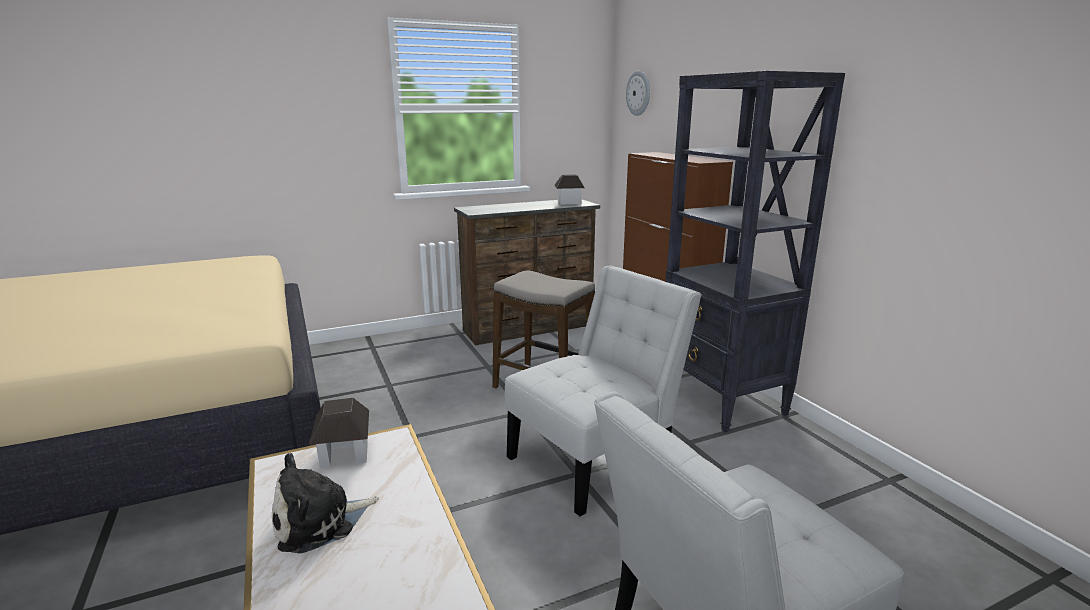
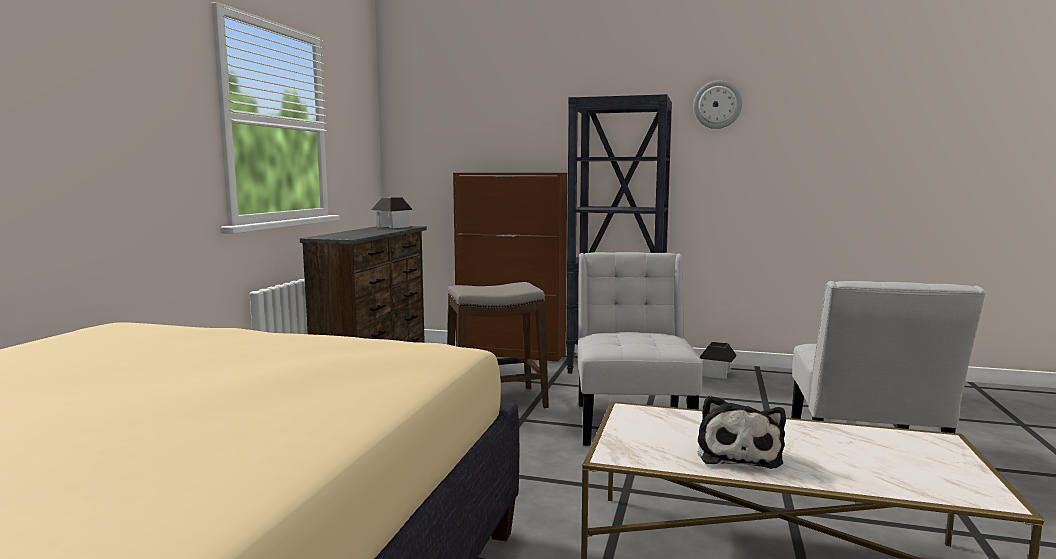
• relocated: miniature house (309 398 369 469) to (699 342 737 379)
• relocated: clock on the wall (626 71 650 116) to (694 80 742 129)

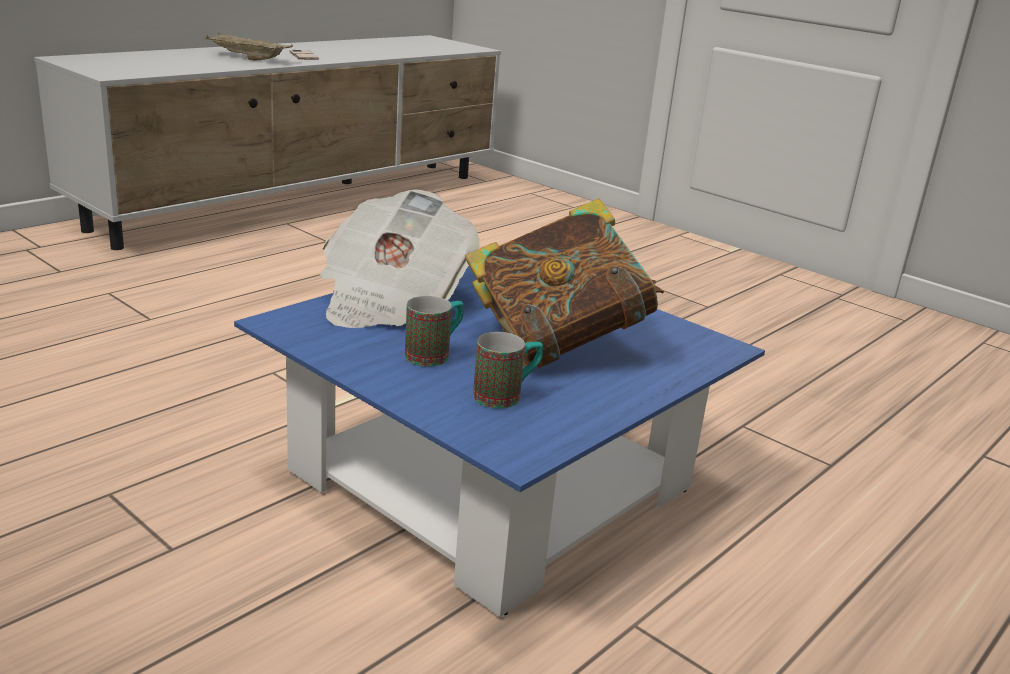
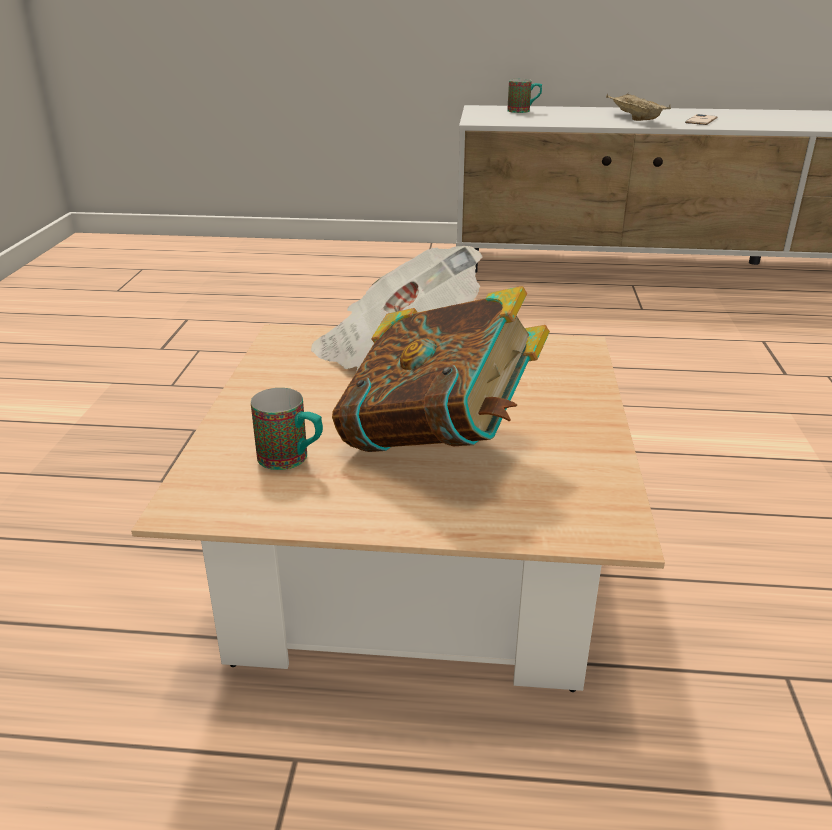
• relocated: coffee mug (405 296 464 367) to (507 79 542 113)
• colour: bluish low table (234 266 765 617) to beige low table (131 324 665 692)

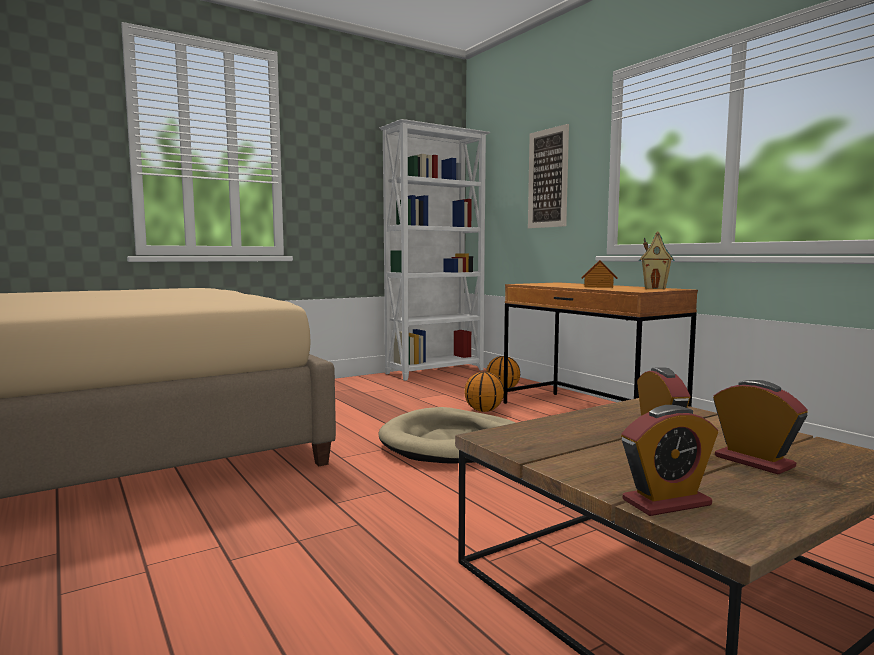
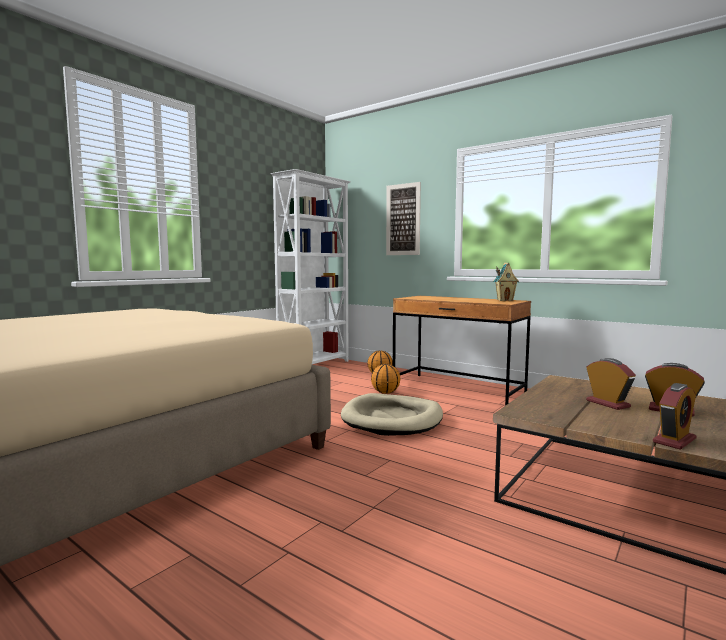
• missing: miniature house (581 260 618 288)

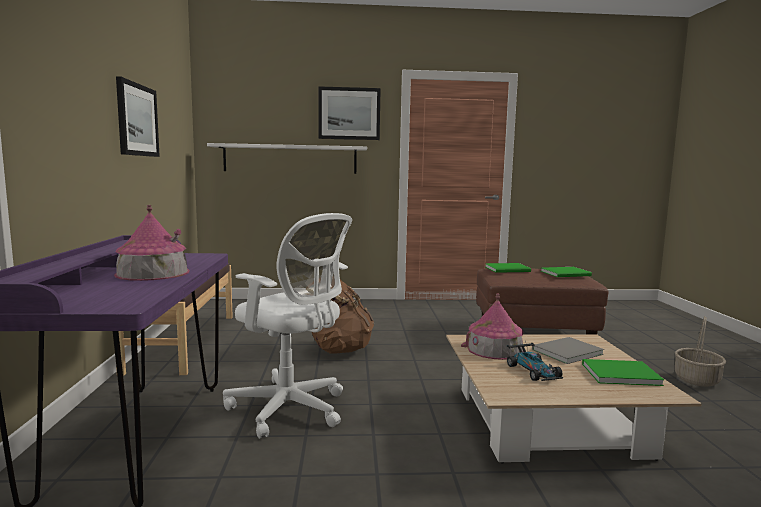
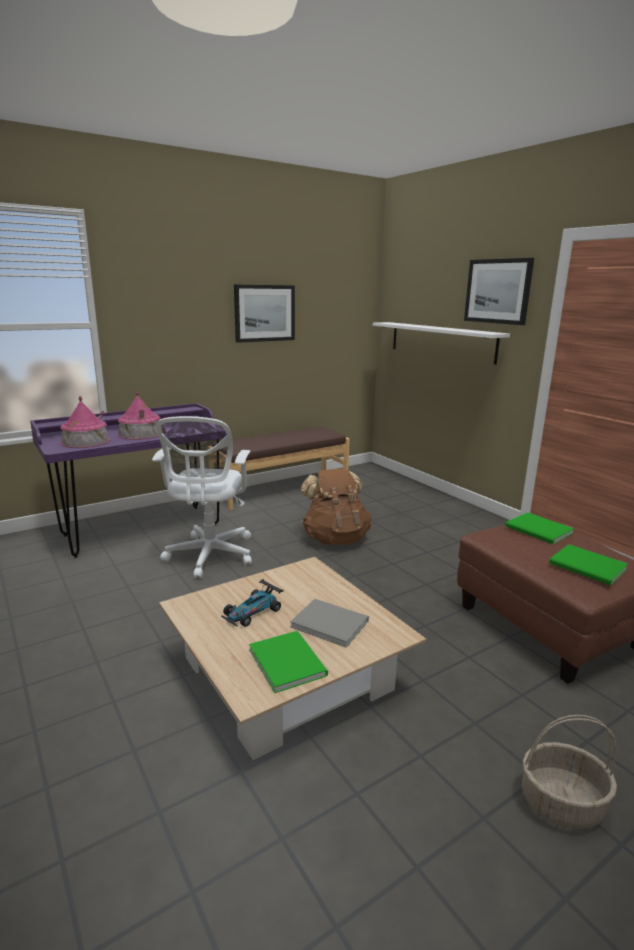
• relocated: miniature house (461 294 523 360) to (60 396 110 448)

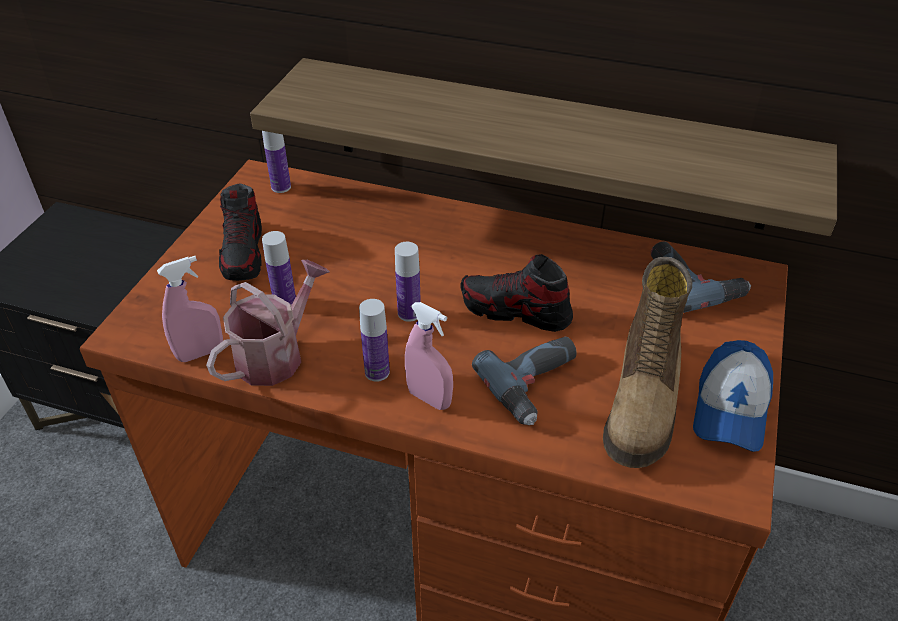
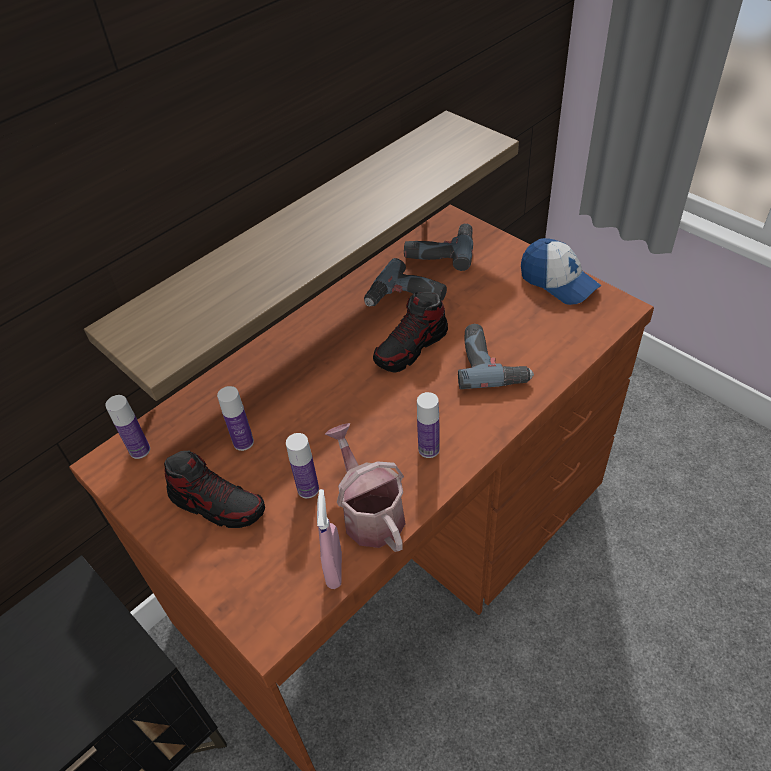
• missing: pinkish spray bottle (405 302 453 410)
• missing: tall boot (603 257 692 468)
• appeared: electric drill (364 258 447 306)
• relocated: beverage bottle (395 242 421 322) to (217 386 254 451)

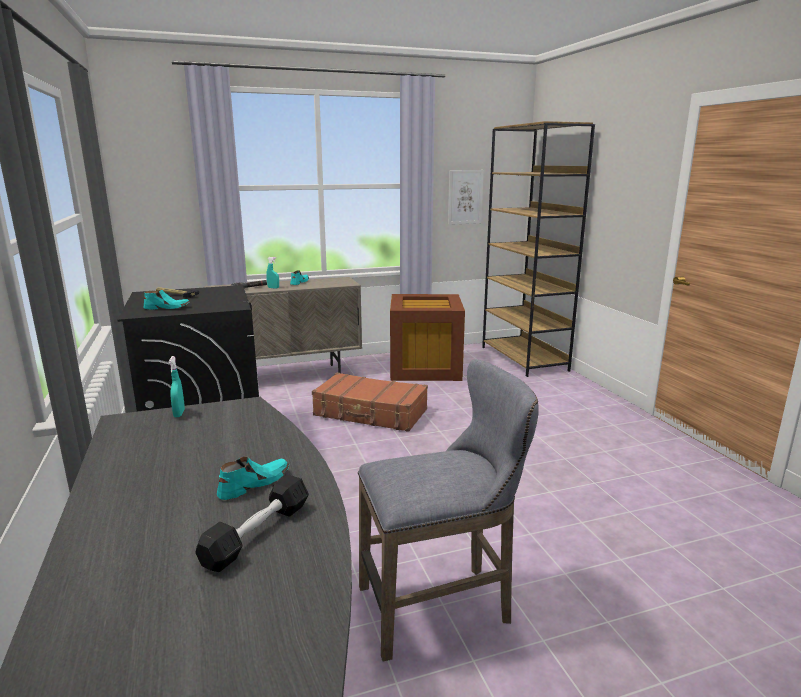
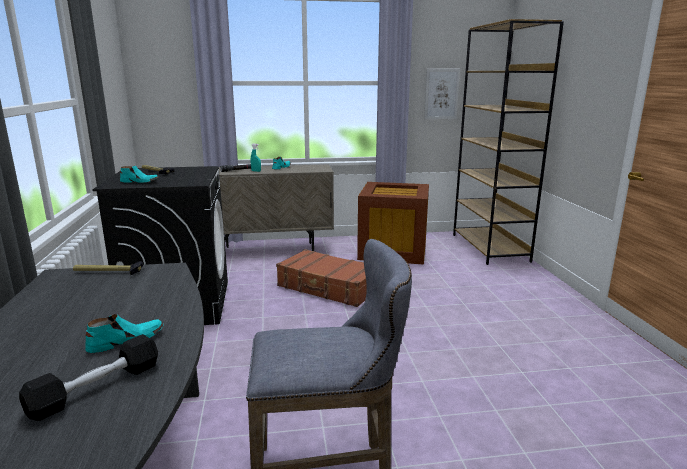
• exchanged: turquoise-coloured spray bottle (169 356 185 417) to hammer (73 261 143 275)

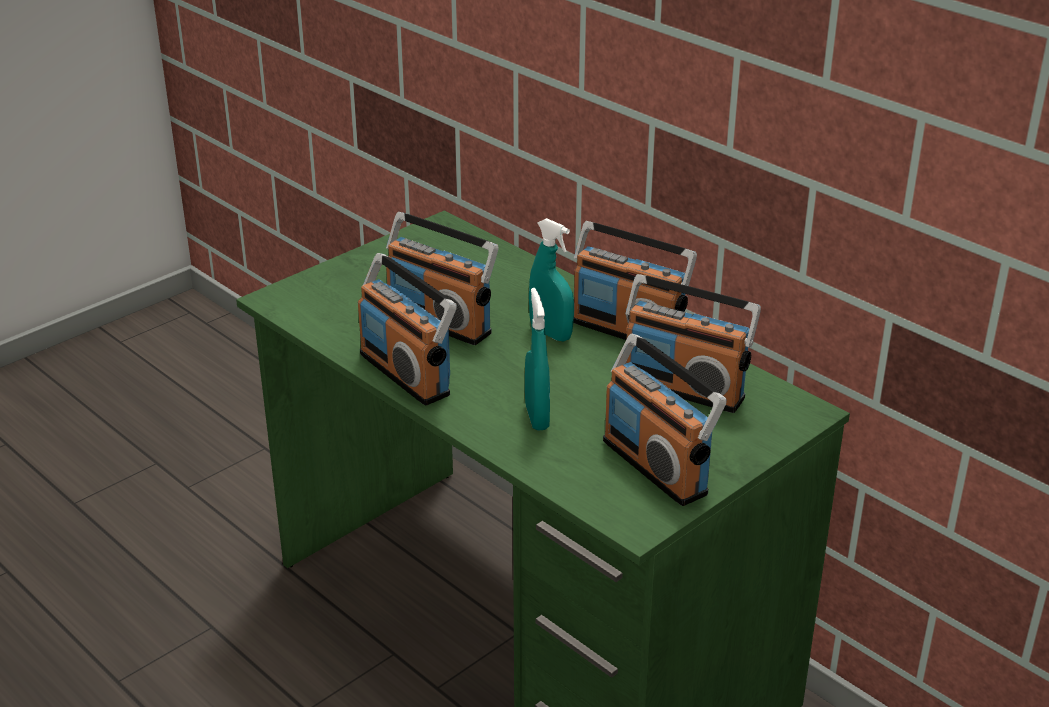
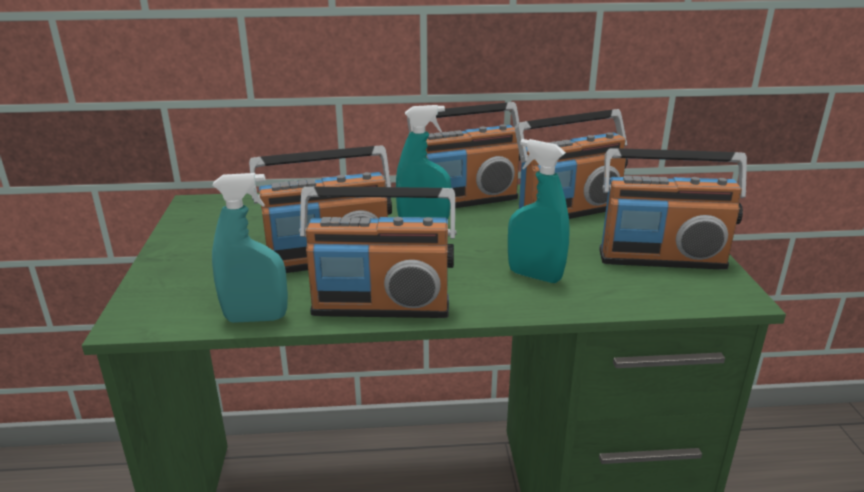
• appeared: turquoise-coloured spray bottle (212 173 288 323)

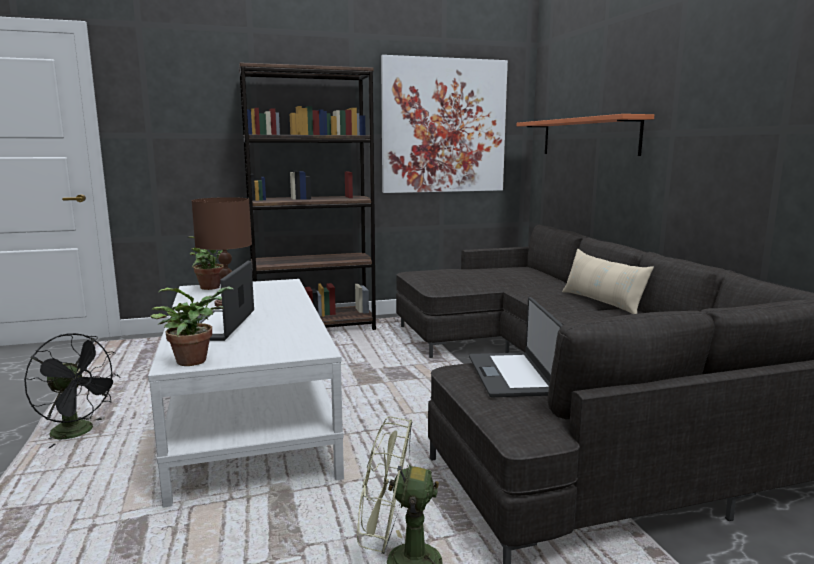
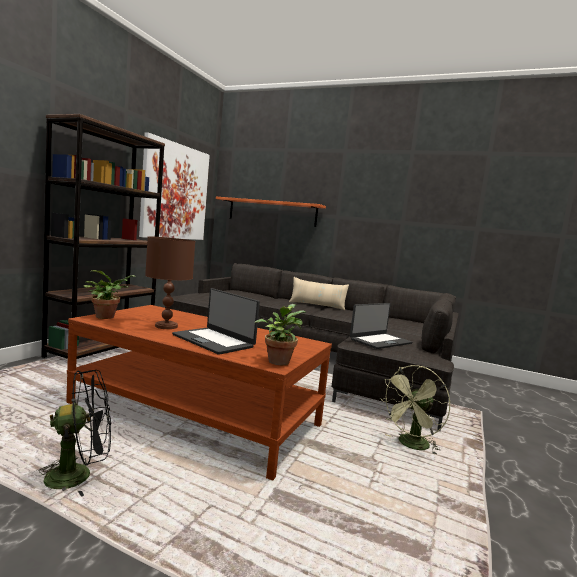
• colour: whitish low table (148 279 344 508) to brown low table (66 305 332 481)
• spun: portable computer (469 297 563 397) = (350 303 412 349) 75 degrees counterclockwise

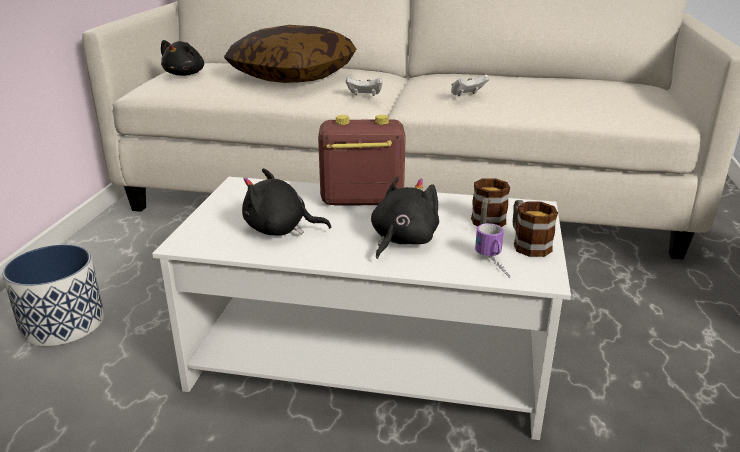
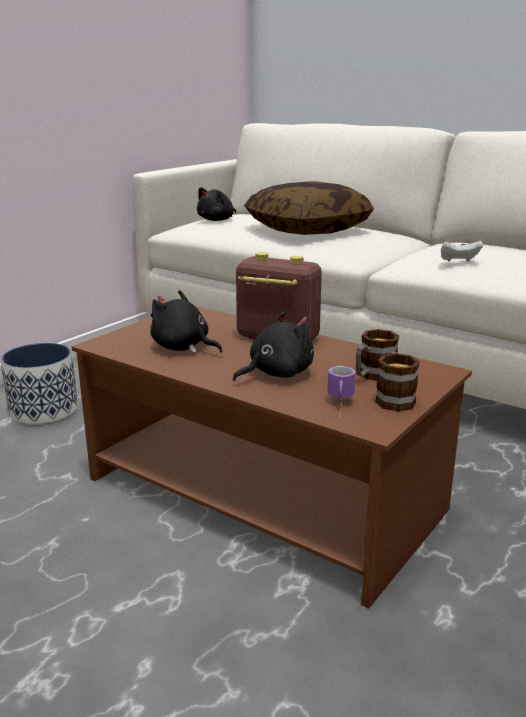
• missing: whitish game controller (346 77 383 96)
• colour: whitish low table (152 177 571 440) to brown low table (72 306 472 608)

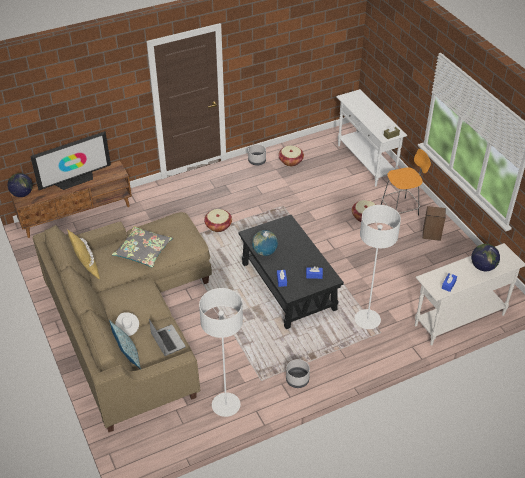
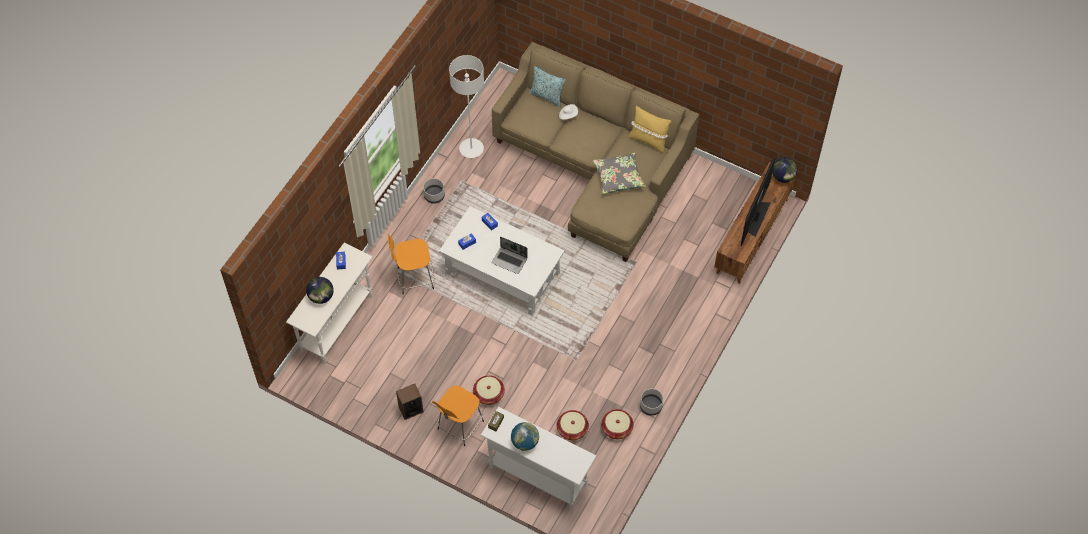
• relocated: portable computer (149 319 186 356) to (492 237 528 274)
• relocated: household basket (204 209 232 232) to (557 410 589 440)
• relocated: world globe (252 230 278 256) to (511 422 539 451)
• exchanged: whitish standing lamp (355 205 401 329) to orangey stool seat (388 234 434 294)
• colour: blackish low table (238 215 344 329) to whitish low table (439 206 565 315)

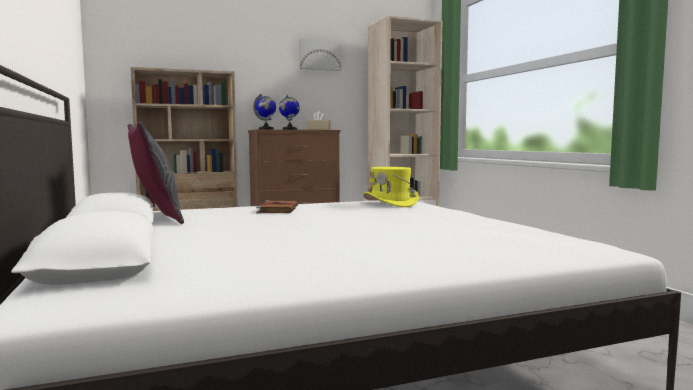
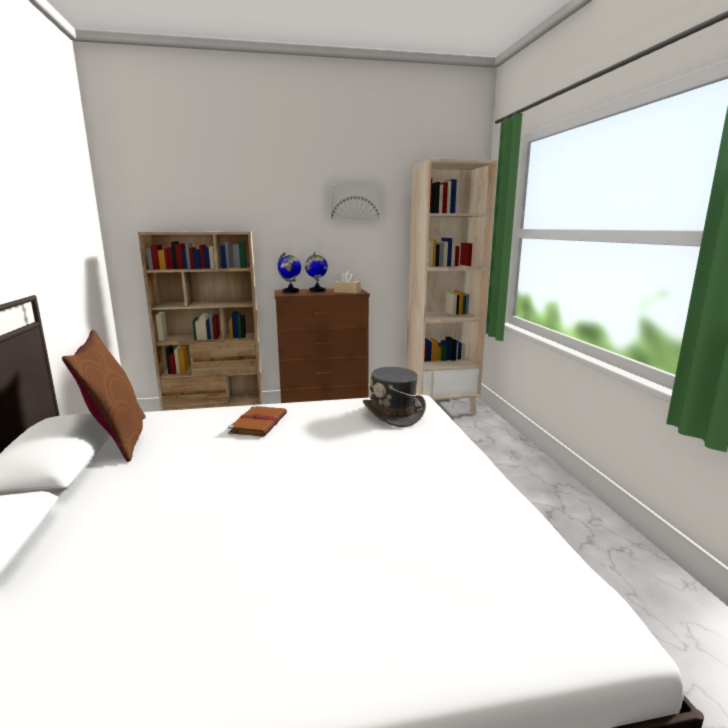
• colour: greyish cushion (128 121 184 224) to brown cushion (62 330 145 462)
• colour: yellow hat (363 167 419 207) to greyish hat (363 367 426 427)

